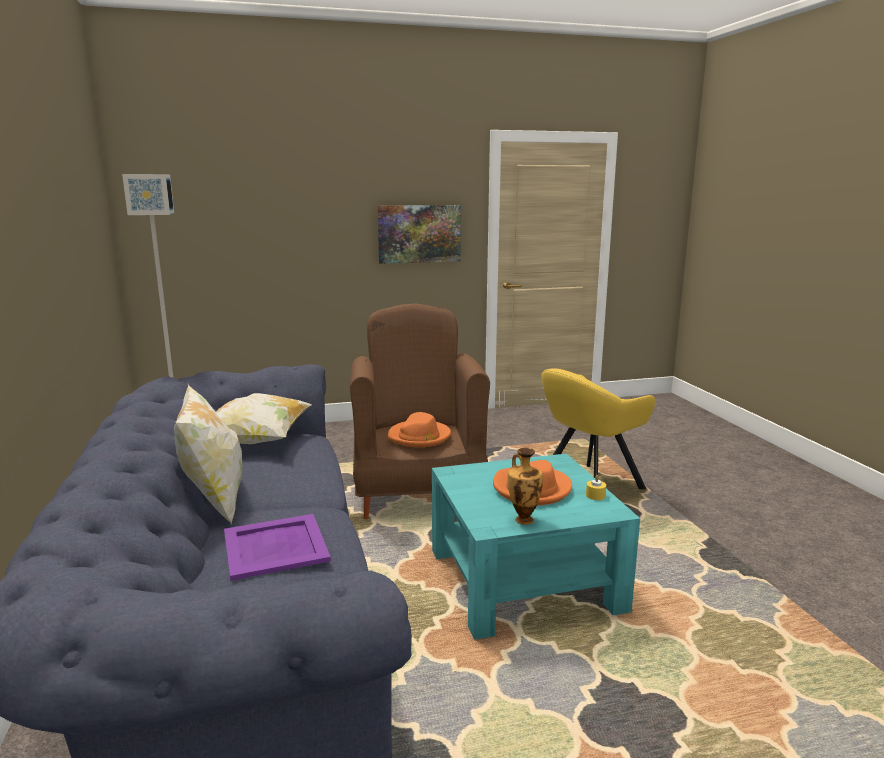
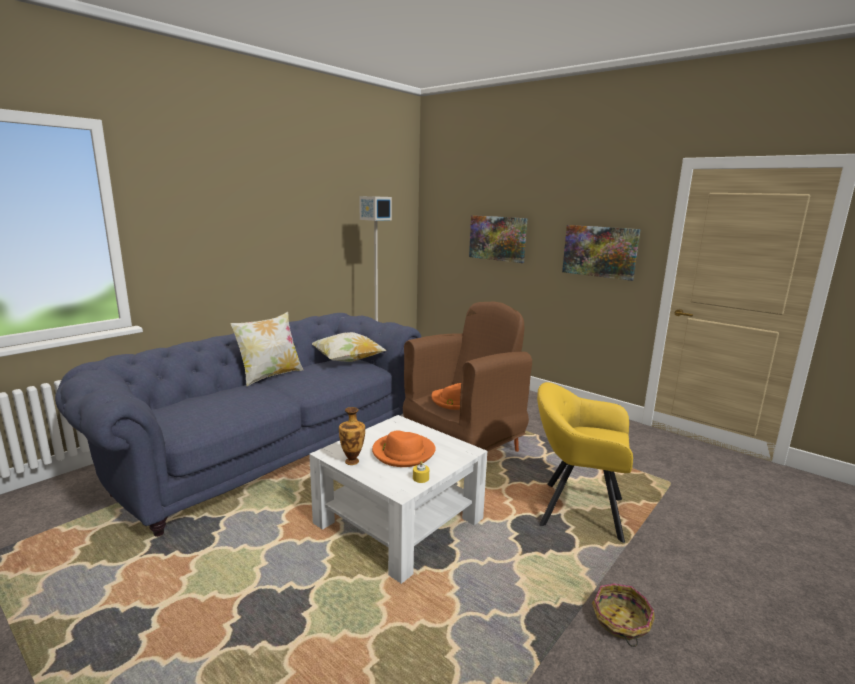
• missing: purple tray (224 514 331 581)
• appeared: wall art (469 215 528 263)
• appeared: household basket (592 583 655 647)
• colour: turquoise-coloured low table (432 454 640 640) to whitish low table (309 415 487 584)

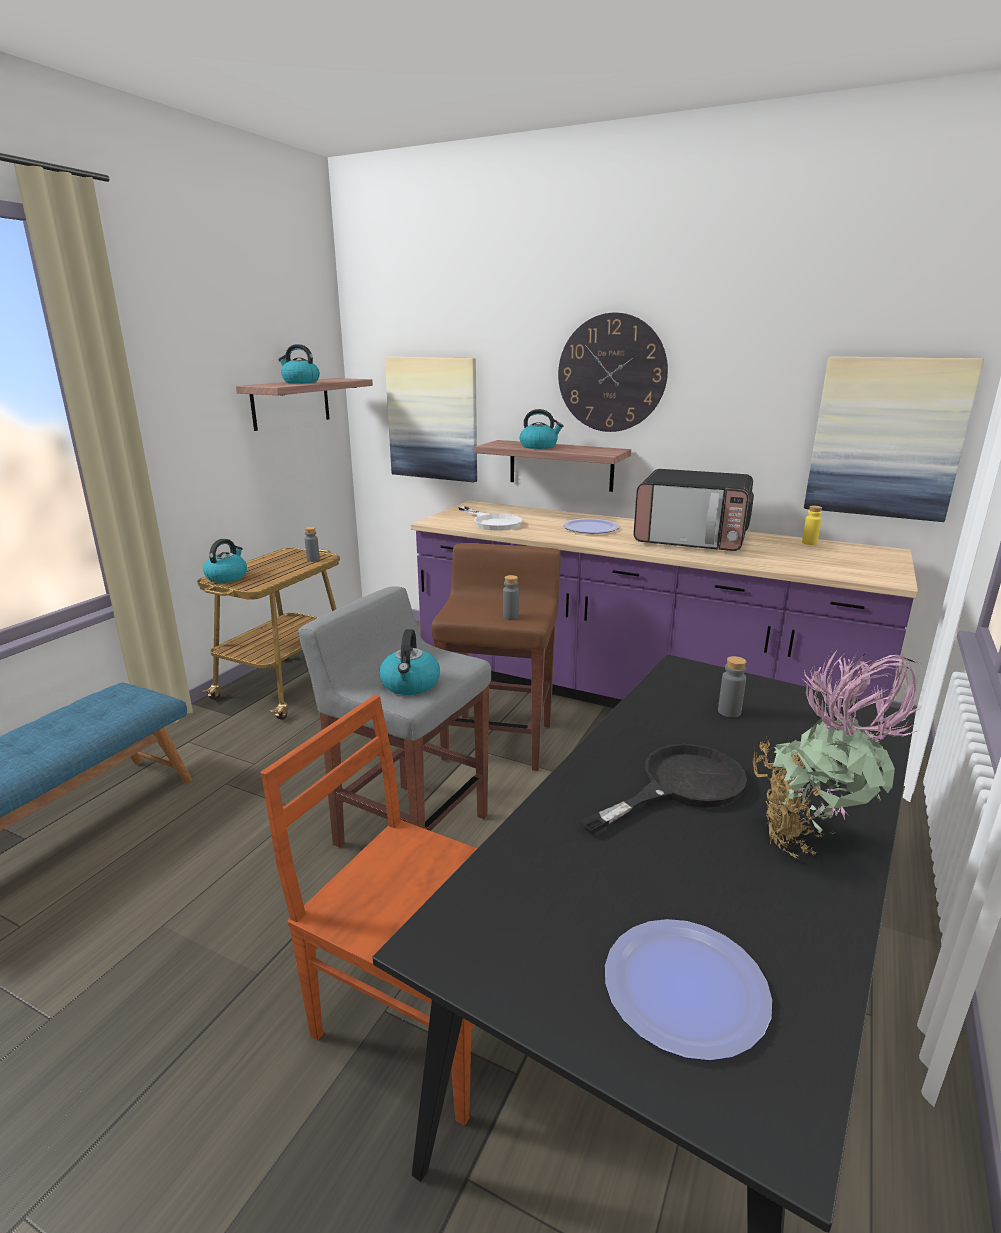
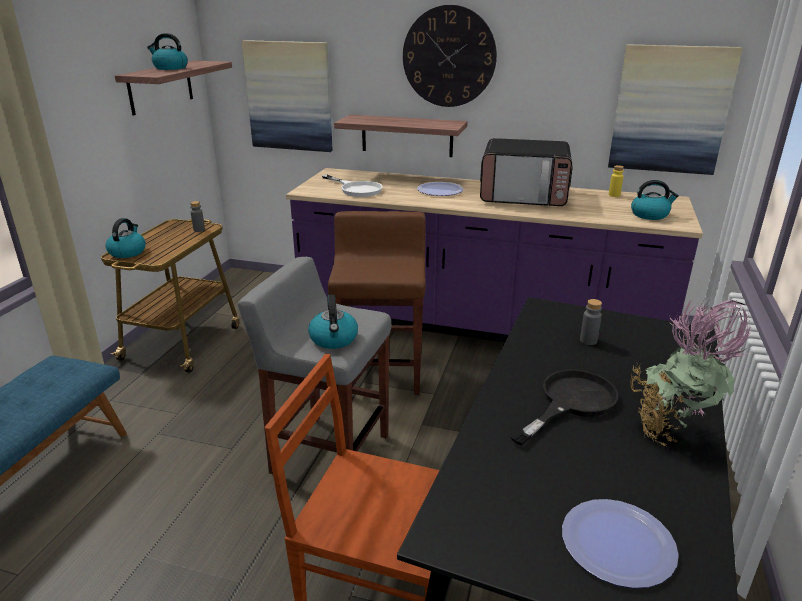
• missing: greyish beverage bottle (503 575 519 619)
• relocated: water kettle (520 409 564 449) to (631 180 679 220)

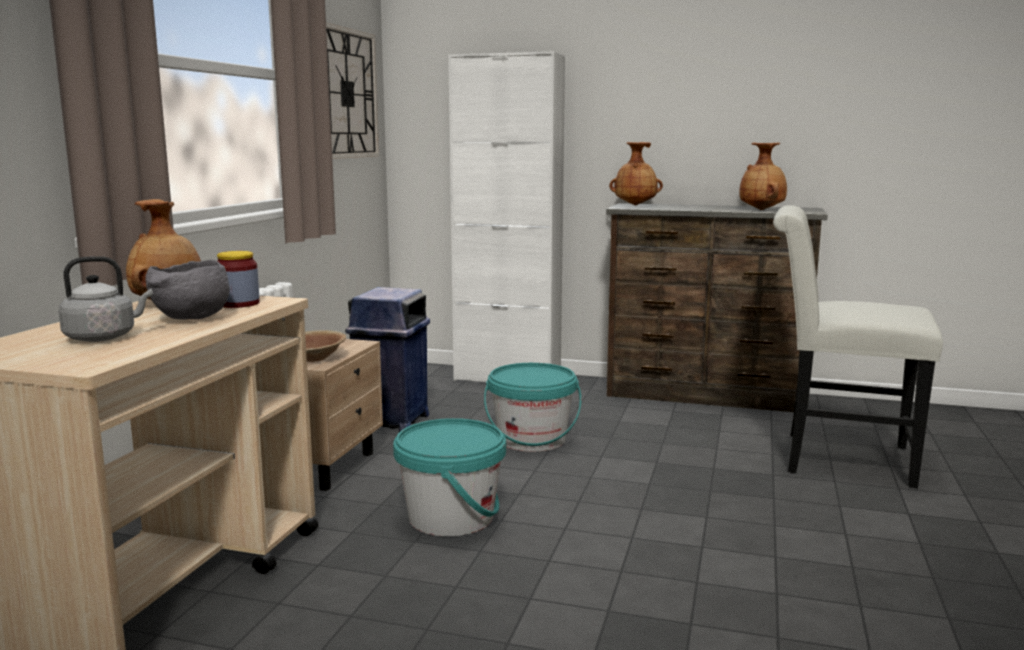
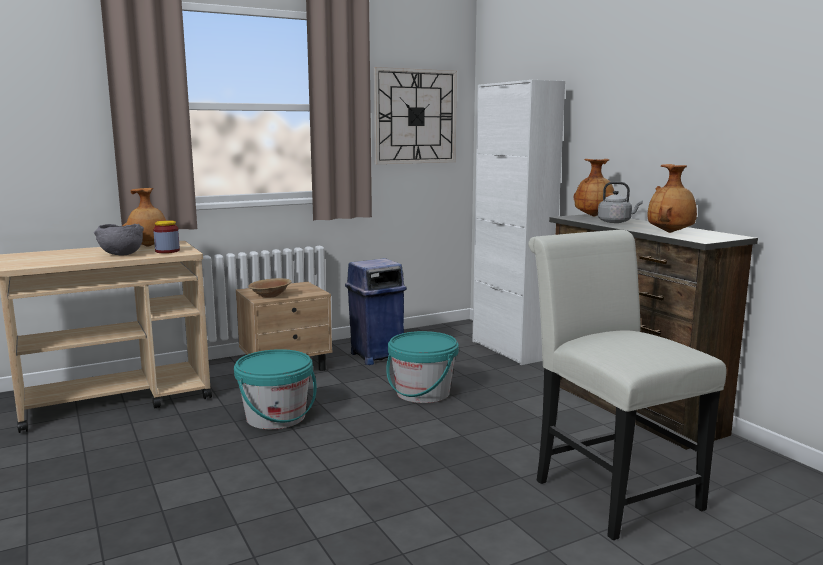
• relocated: greyish water kettle (58 256 153 342) to (598 182 643 223)

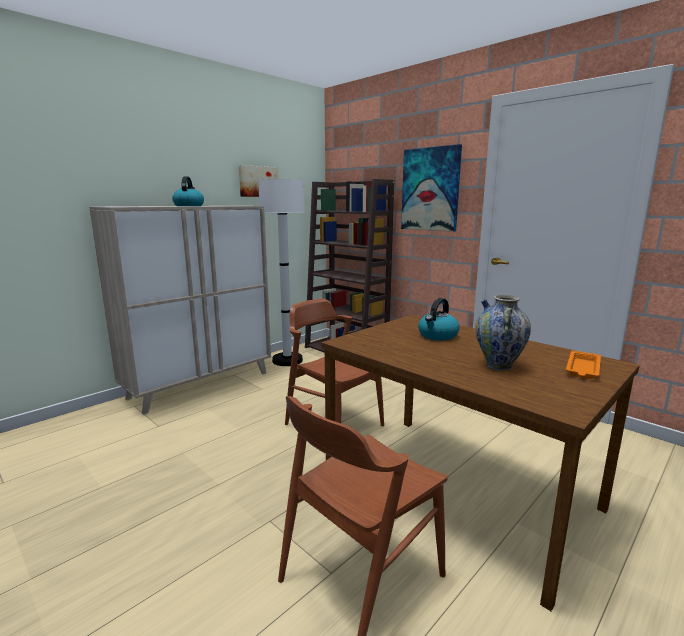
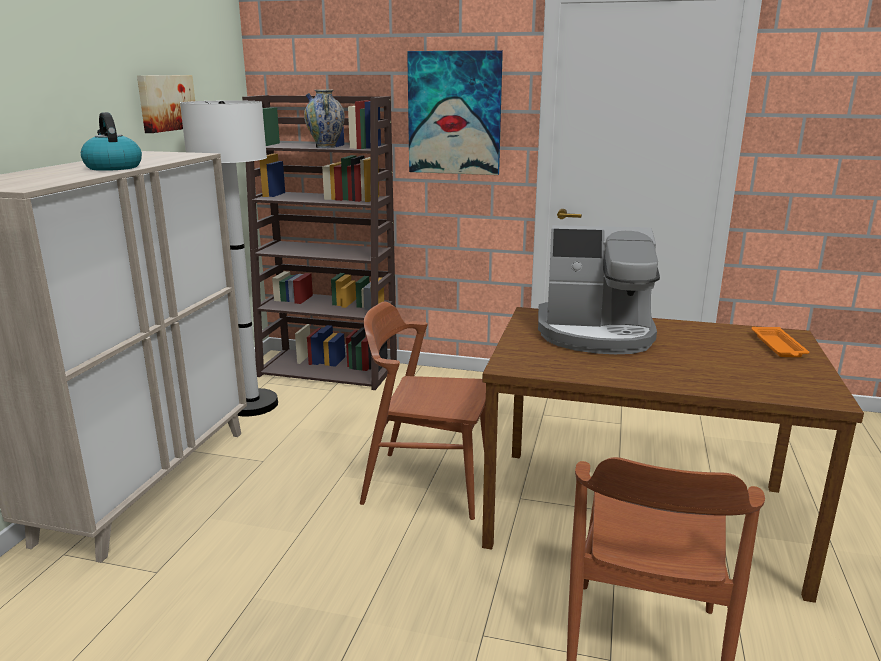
• relocated: vase (475 295 531 371) to (304 89 345 148)
• exchanged: water kettle (418 298 459 341) to coffee maker (538 225 660 354)

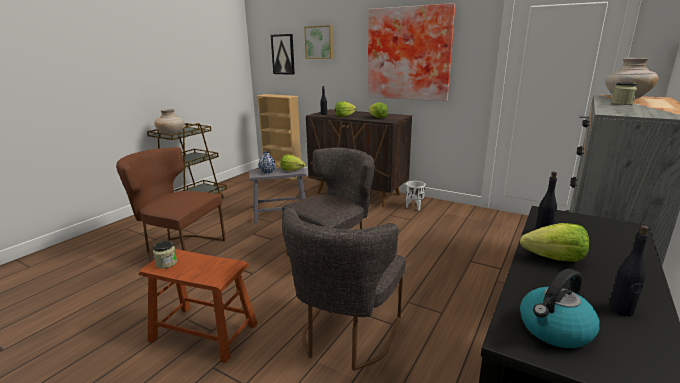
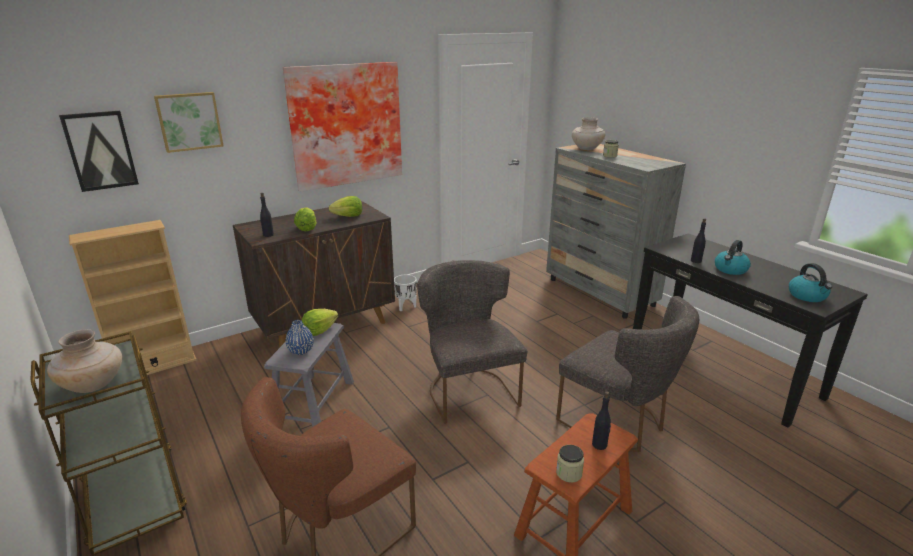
• relocated: blackish beverage bottle (609 225 649 316) to (592 391 611 450)
• exchanged: head of lettuce (520 223 589 262) to water kettle (715 240 751 275)

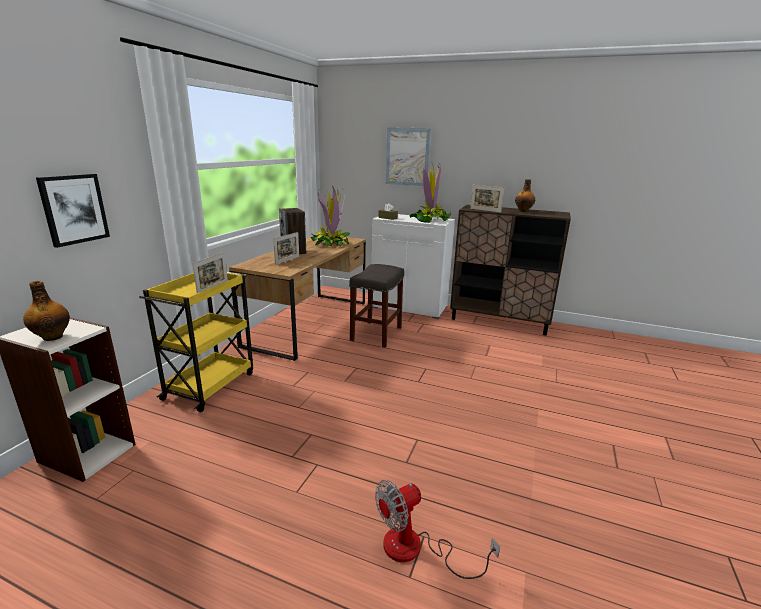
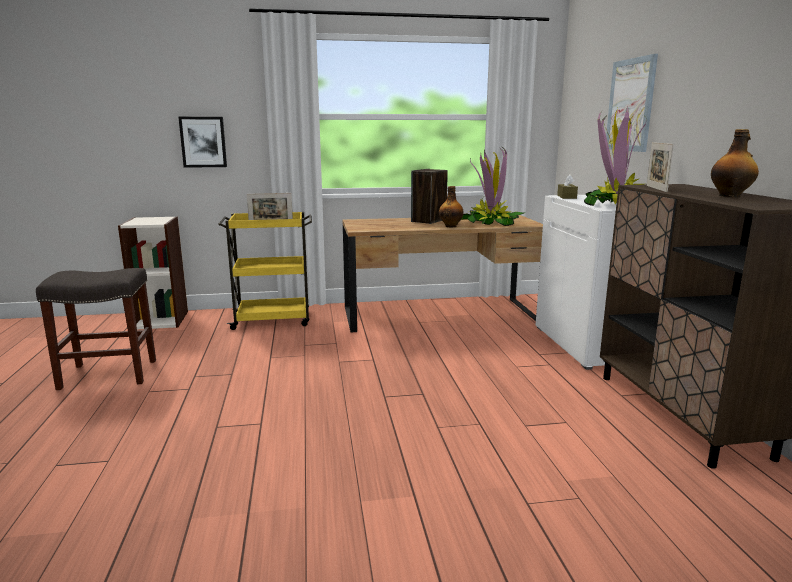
• missing: photo frame (273 232 299 265)
• missing: electric fan (375 480 500 579)
• relocated: beverage bottle (23 281 70 341) to (439 186 464 227)
• relocated: greyish stool seat (349 264 404 347) to (36 268 156 390)

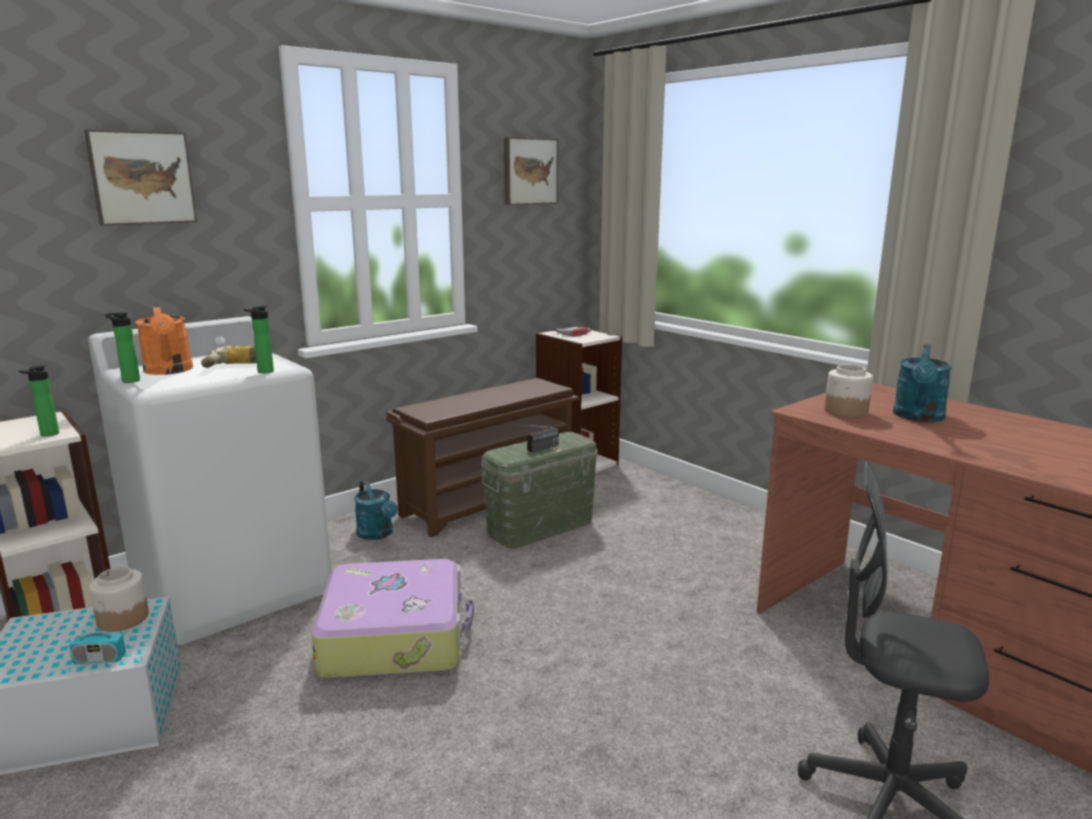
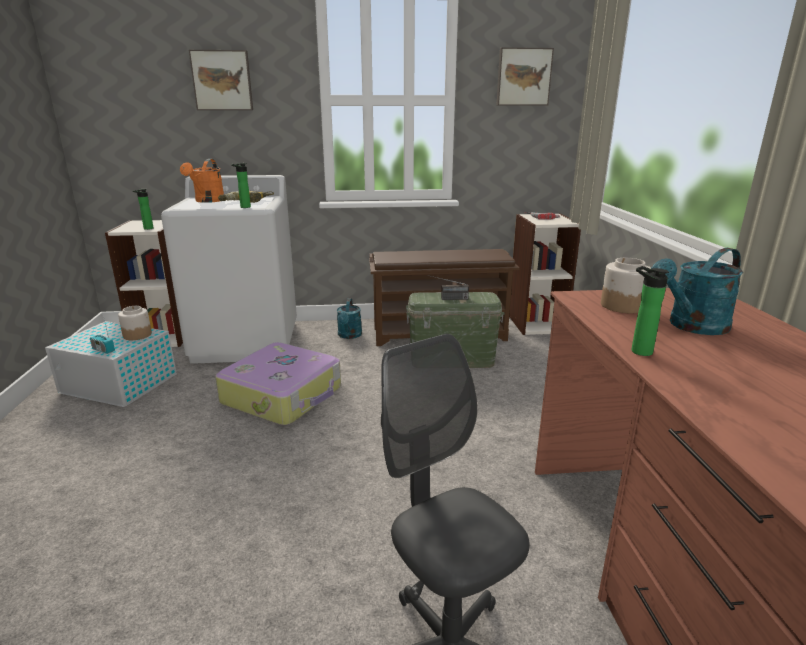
• relocated: beverage bottle (104 312 140 383) to (631 266 669 356)

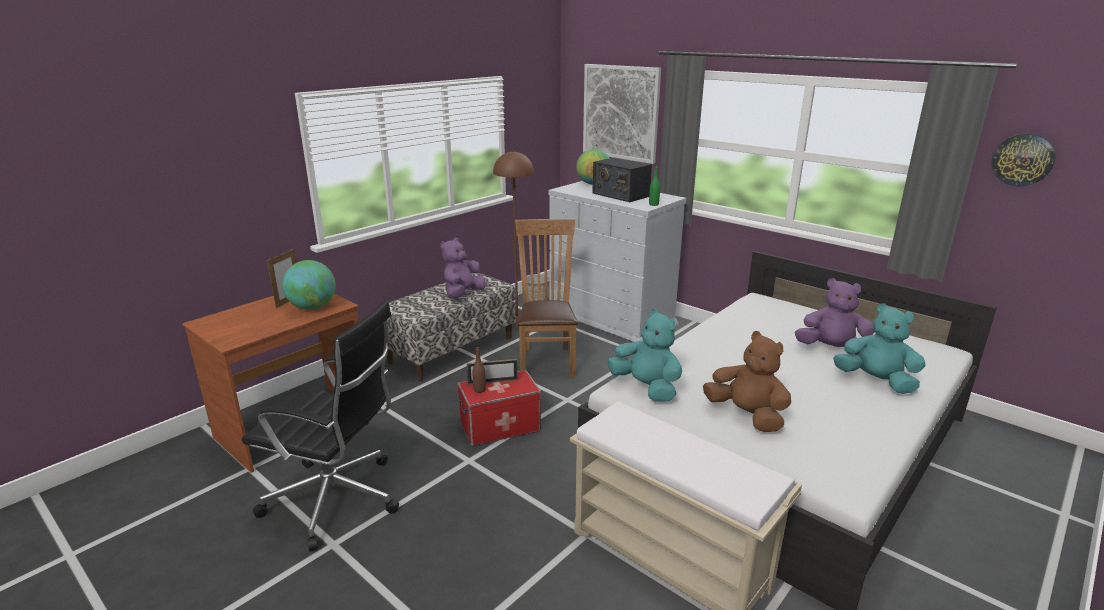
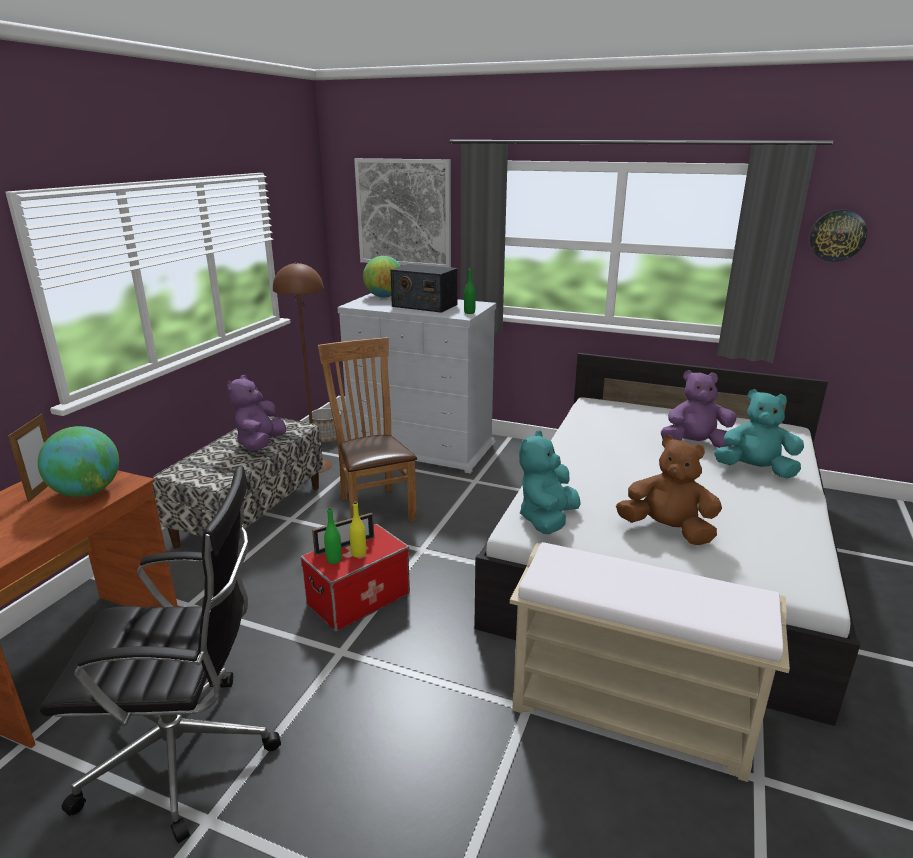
• appeared: yellow beverage bottle (349 501 366 558)
• colour: brown beverage bottle (473 347 486 393) to greenish beverage bottle (324 507 342 564)
• spun: turquoise-coloured cuddly toy (607 309 682 402) = (519 430 581 534) 90 degrees counterclockwise

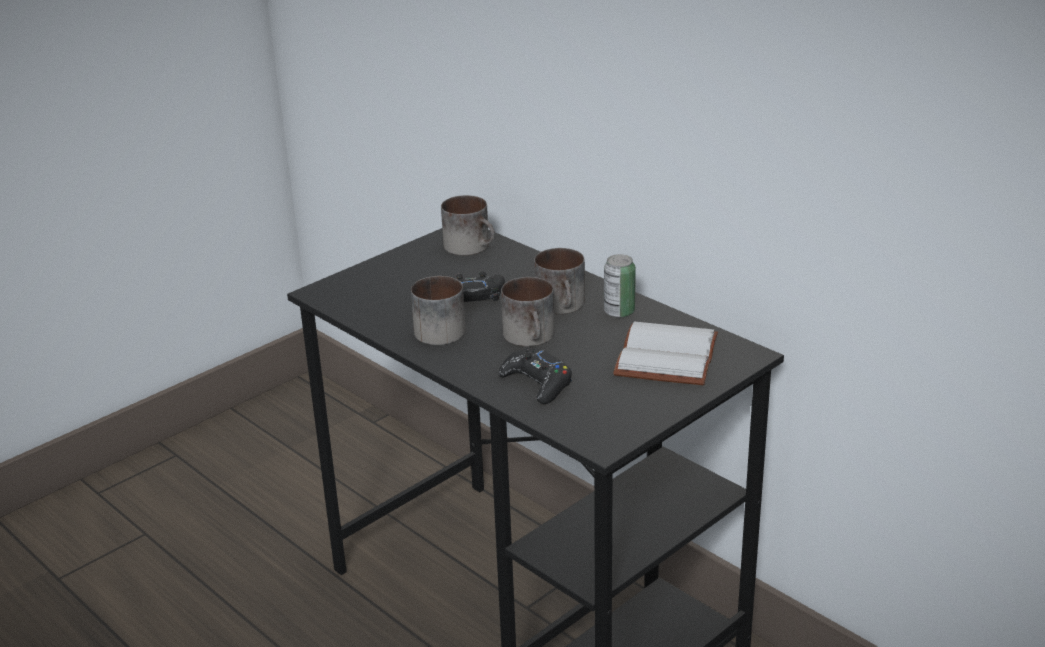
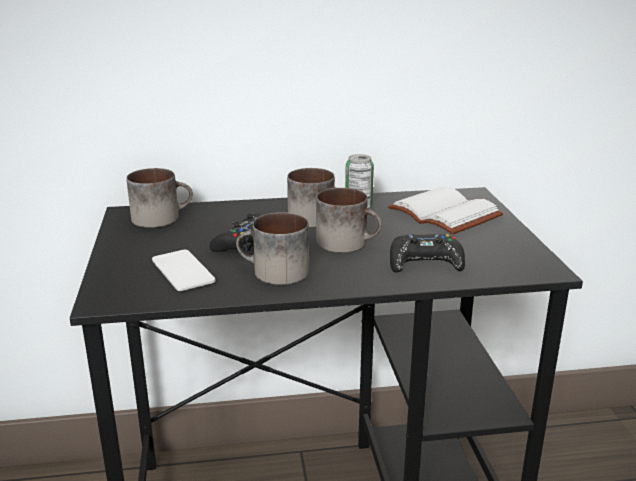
• appeared: telephone (152 250 216 291)

